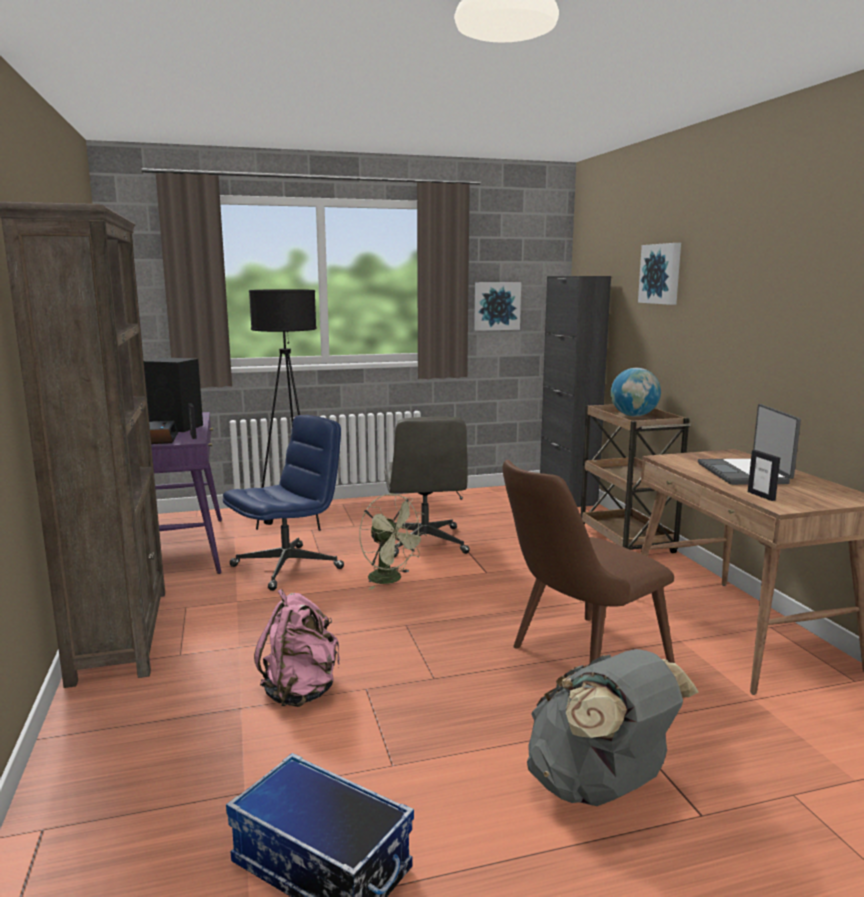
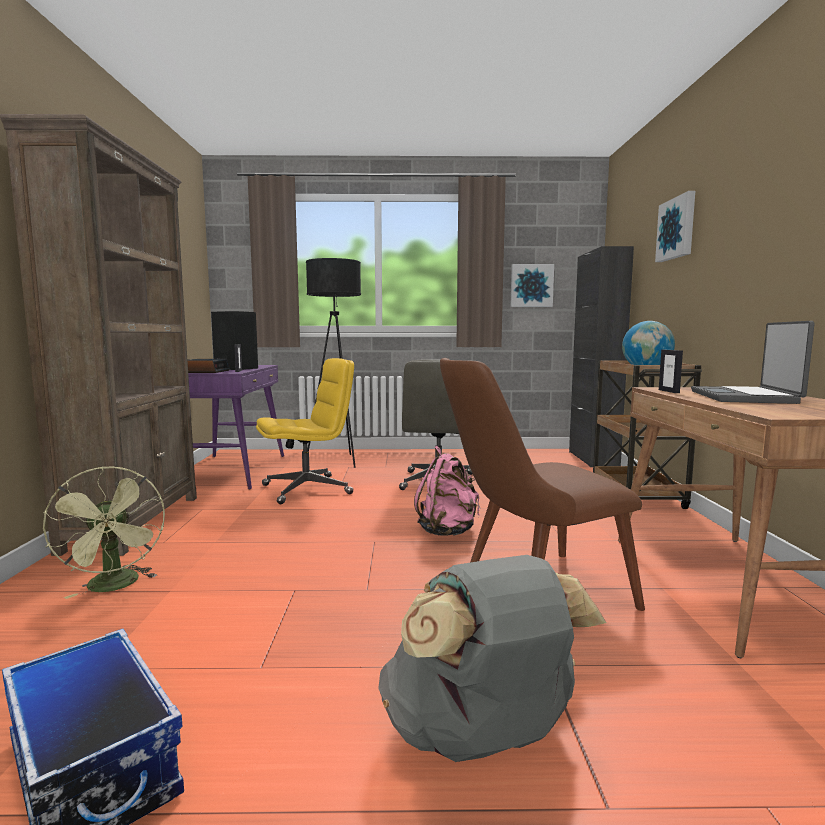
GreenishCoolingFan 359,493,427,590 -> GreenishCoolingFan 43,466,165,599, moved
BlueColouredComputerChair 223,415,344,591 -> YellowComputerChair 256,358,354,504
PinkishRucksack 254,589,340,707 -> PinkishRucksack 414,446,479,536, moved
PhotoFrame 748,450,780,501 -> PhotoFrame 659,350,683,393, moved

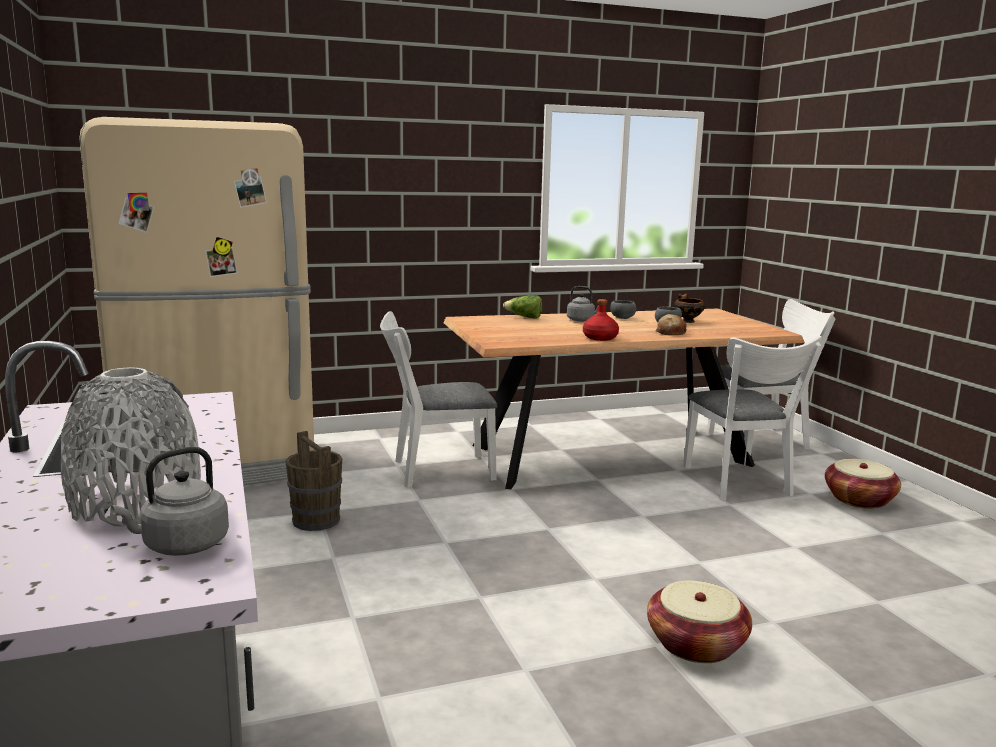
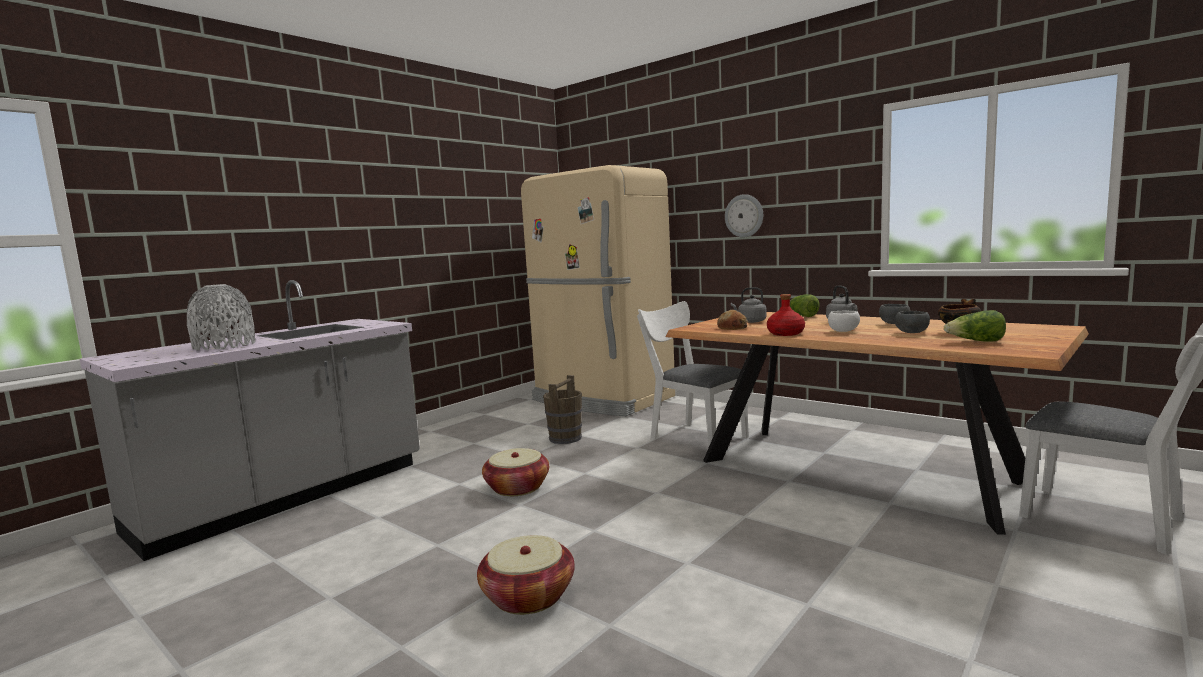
HouseholdBasket 825,459,901,509 -> HouseholdBasket 482,448,549,496, moved
Bread 655,314,686,335 -> Bread 717,310,748,330, moved
none -> ClockOnTheWall 725,194,763,237
GreyishKettle 111,447,229,556 -> GreyishKettle 731,287,767,323, moved
none -> WhiteDeepDish 828,310,860,332
none -> Lettuce 944,310,1006,341
WhiteUprightChair 683,336,822,501 -> none

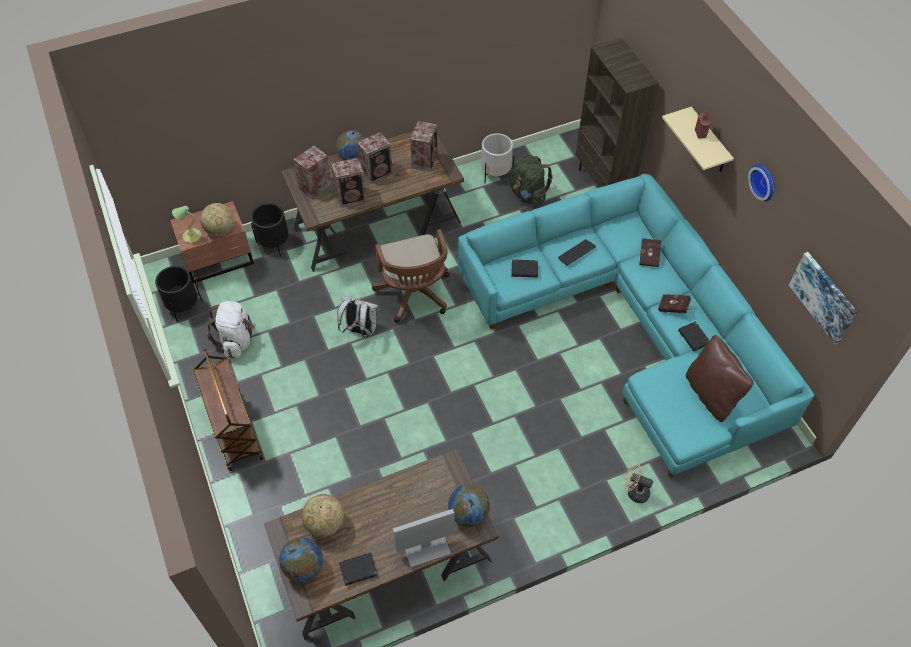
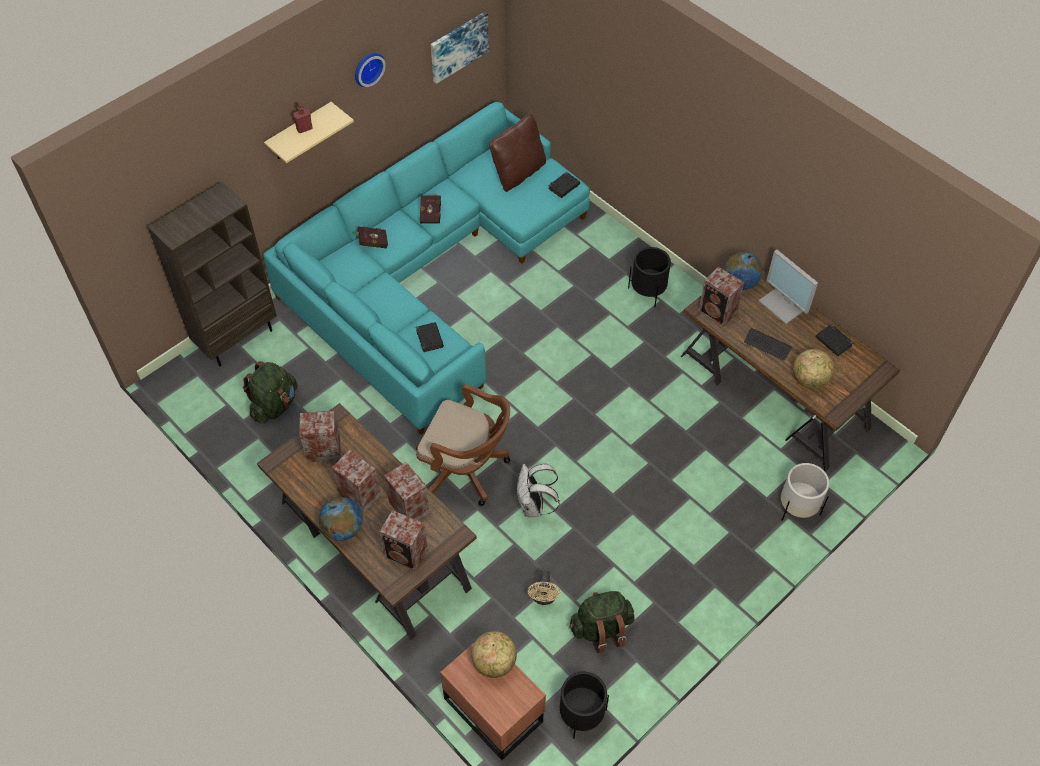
BrownColouredComputerChair 372,229,449,323 -> BrownColouredComputerChair 416,384,510,506, 60 degrees clockwise
BeigeColouredCoolingFan 624,463,653,503 -> BeigeColouredCoolingFan 528,570,560,605, moved
BlackColouredBoundBook 678,322,709,351 -> BlackColouredBoundBook 548,172,580,198, moved
WhiteRucksack 207,301,254,358 -> GreenishRucksack 569,591,635,653
BlackColouredPlanter 251,203,288,257 -> BlackColouredPlanter 628,247,671,308, moved
none -> Speaker 699,267,744,327
Keyboard 558,240,596,266 -> Keyboard 744,328,793,361, moved
WhitePlanter 481,133,514,183 -> WhitePlanter 781,463,829,521, moved
TableLamp 172,206,201,243 -> none
BrownColouredWheeledCart 193,349,263,471 -> none
WorldGlobe 279,537,323,582 -> none

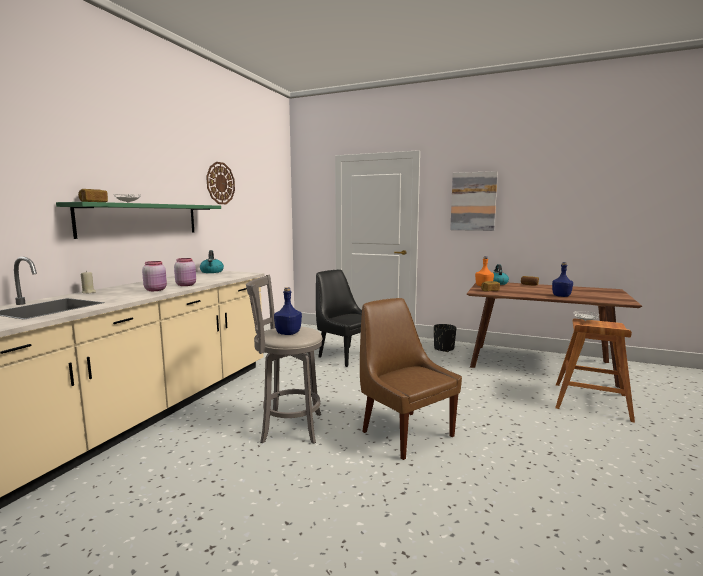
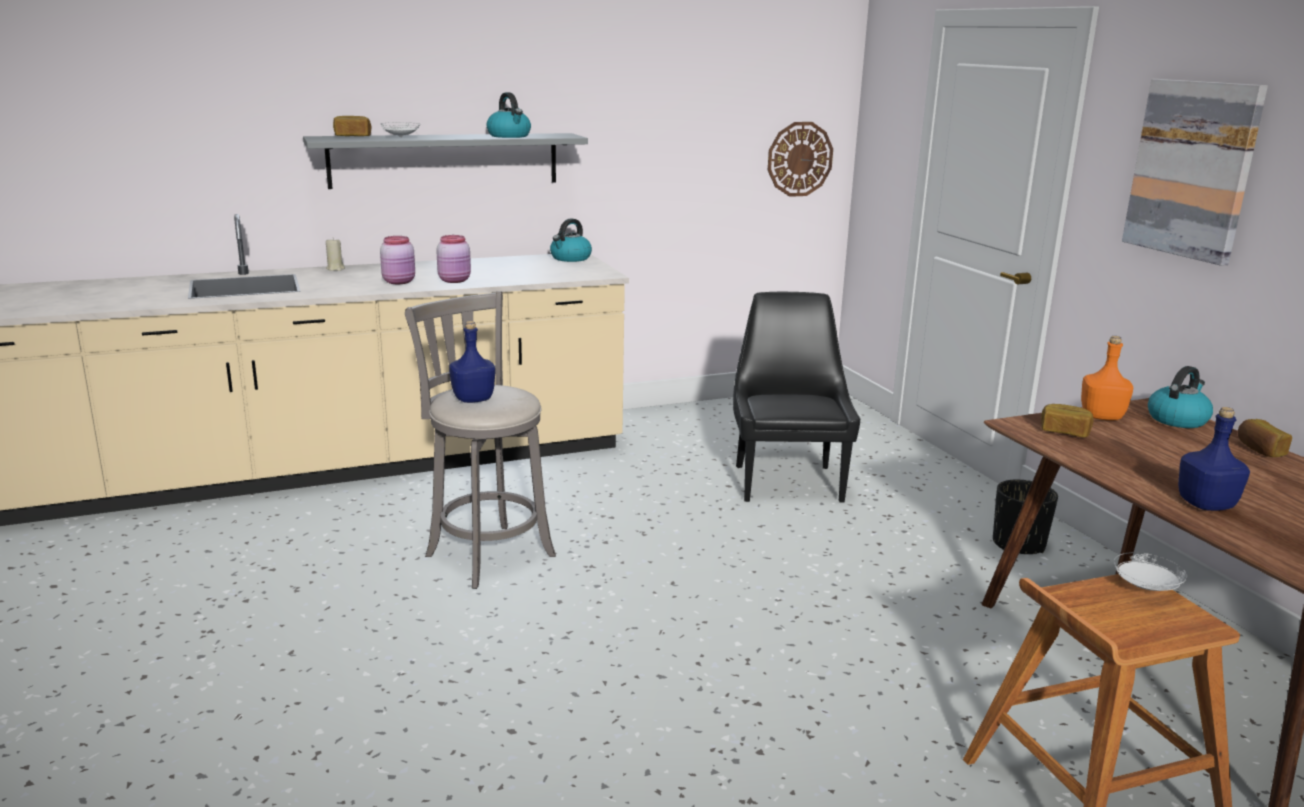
GreenishWallShelf 56,202,221,239 -> GreyishWallShelf 303,133,588,189
none -> Kettle 487,92,531,138
ClockOnTheWall 206,162,235,204 -> ClockOnTheWall 768,122,833,197, moved
BrownColouredUprightChair 360,298,462,460 -> none

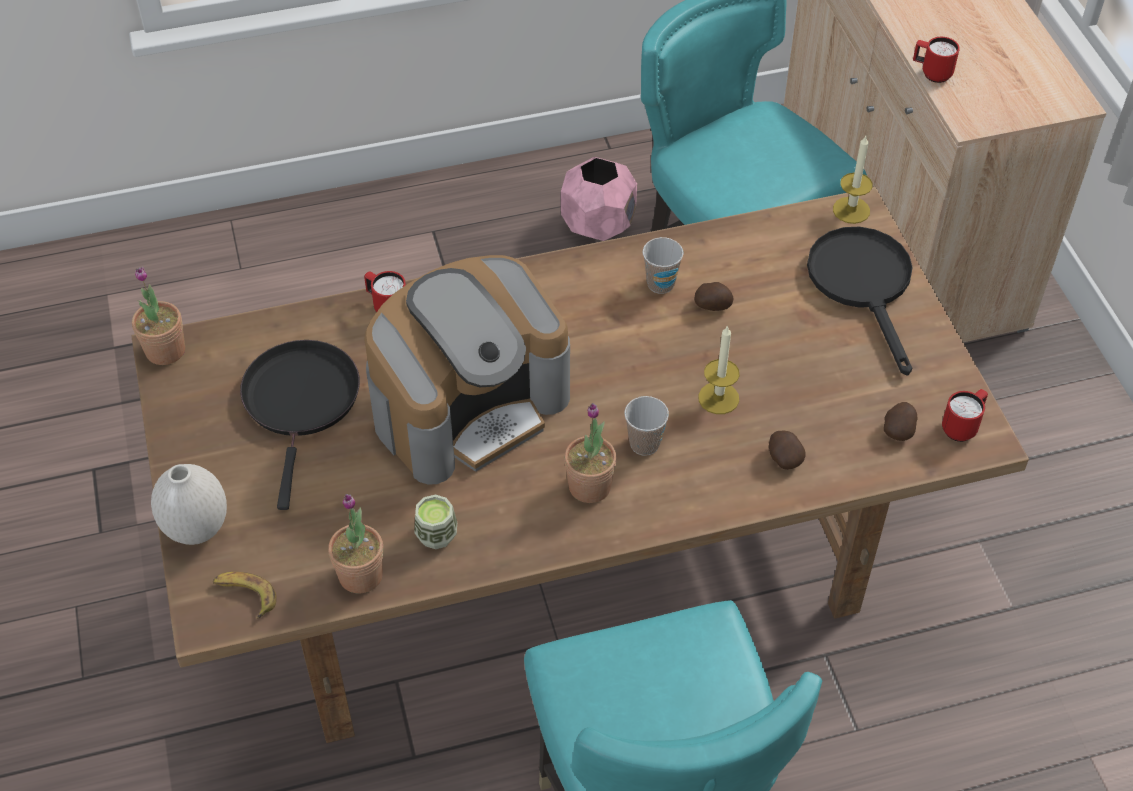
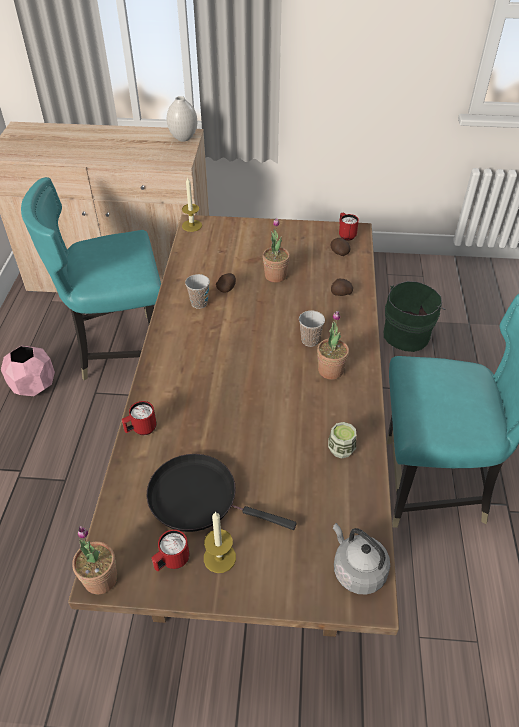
RedColouredCoffeeMug 913,37,960,83 -> RedColouredCoffeeMug 152,529,189,571, moved
WhiteDecorativeVase 151,464,227,545 -> WhiteDecorativeVase 167,96,197,142, moved
WaxLight 698,325,740,414 -> WaxLight 204,511,236,573, moved
PlantInAPot 328,494,383,594 -> PlantInAPot 263,218,290,283, moved
Banana 213,572,277,618 -> GreyishKettle 333,523,390,595
none -> GreenishBucket 384,281,445,352
CoffeeMachine 364,255,570,485 -> none
BlackColouredPan 807,227,913,376 -> none

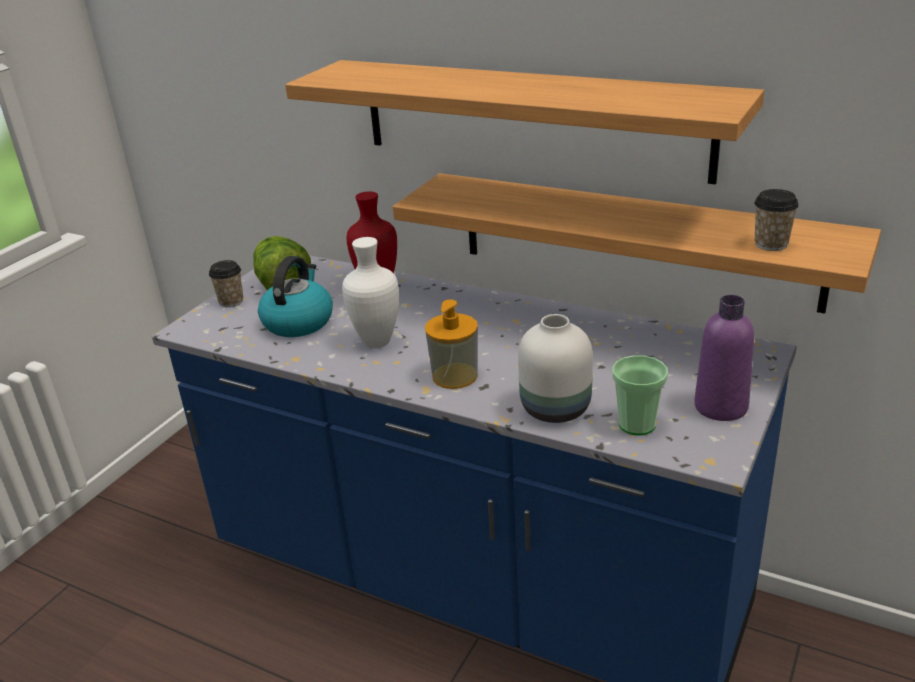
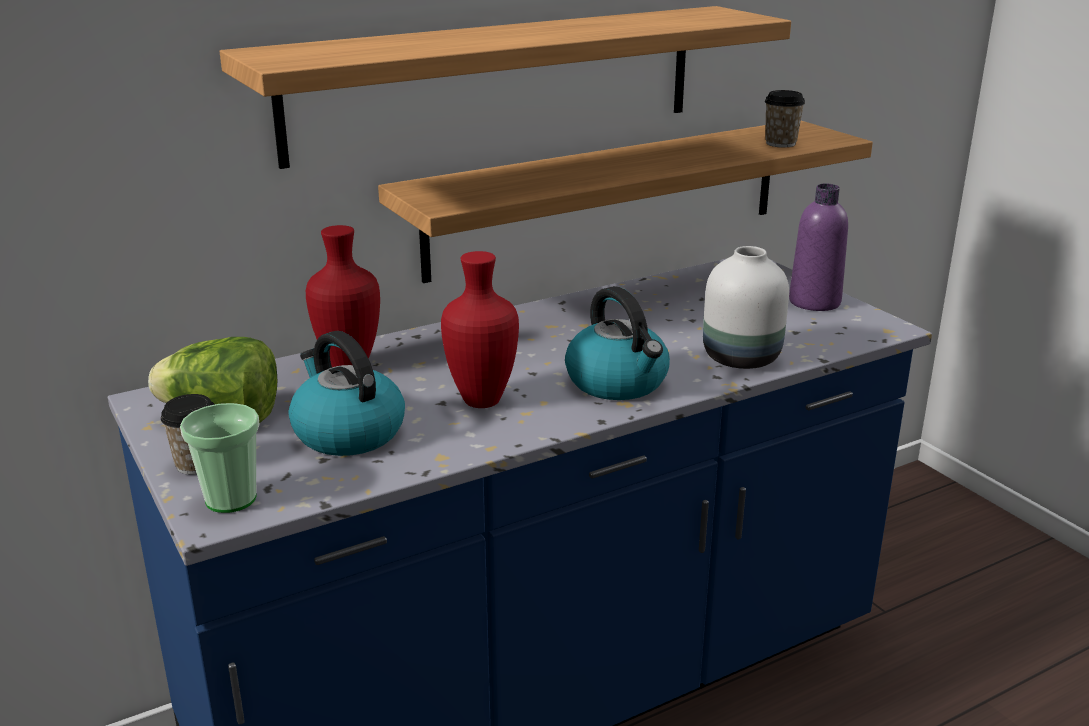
DrinkingCup 612,355,668,436 -> DrinkingCup 180,403,259,513, moved
WhiteDecorativeVase 342,237,399,348 -> RedColouredDecorativeVase 441,251,519,408
SoapBottle 425,299,478,389 -> Kettle 565,286,670,400

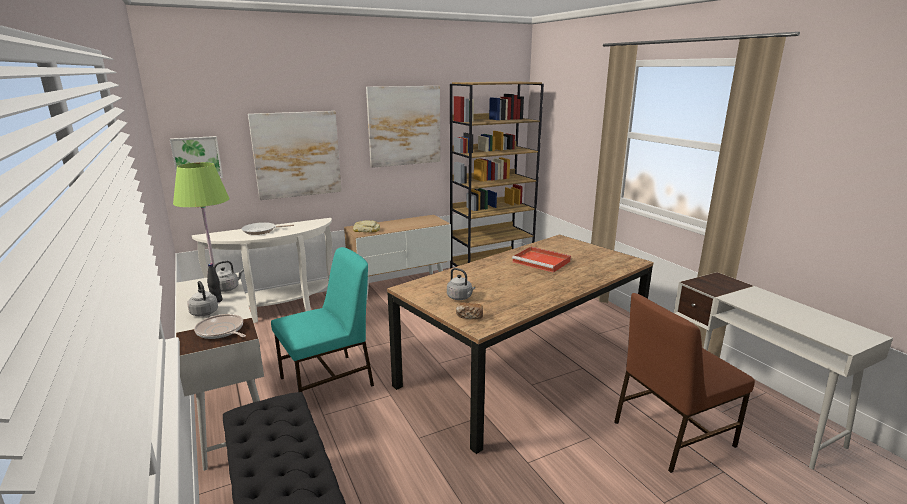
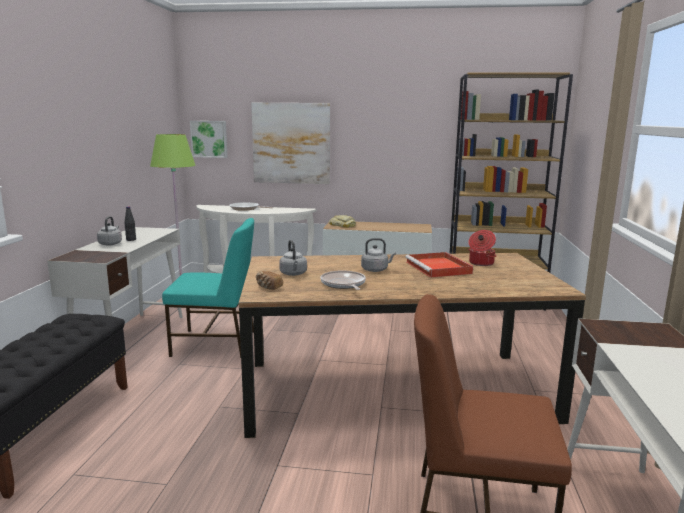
Pan 194,314,246,339 -> Pan 320,270,366,290, moved
GreyishKettle 214,261,244,292 -> GreyishKettle 361,238,396,272, moved
none -> Saucepot 468,230,496,266
WallArt 366,86,441,168 -> none

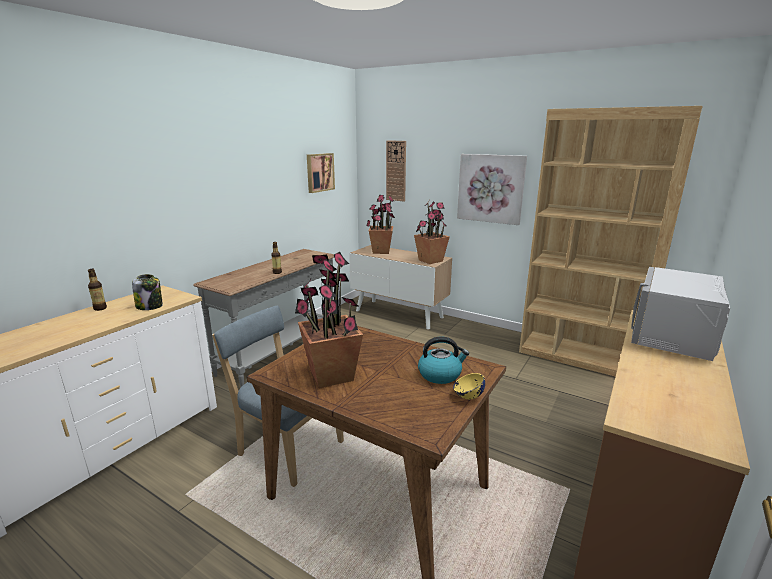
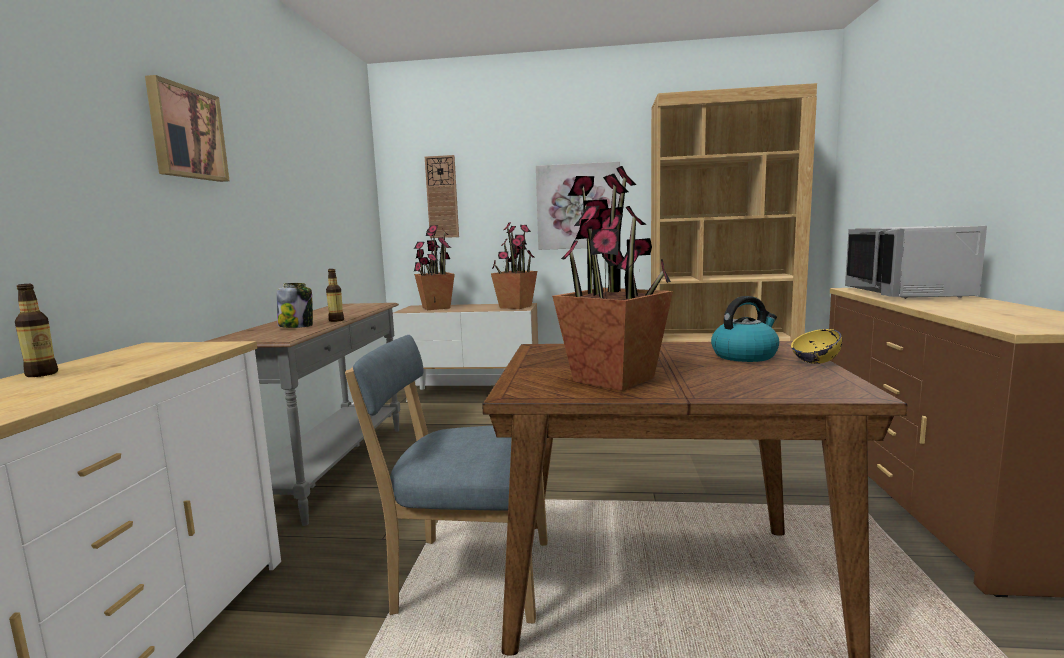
WallArt 307,153,335,193 -> WallArt 145,75,230,182, moved
Jar 132,274,163,310 -> Jar 277,283,313,328, moved

